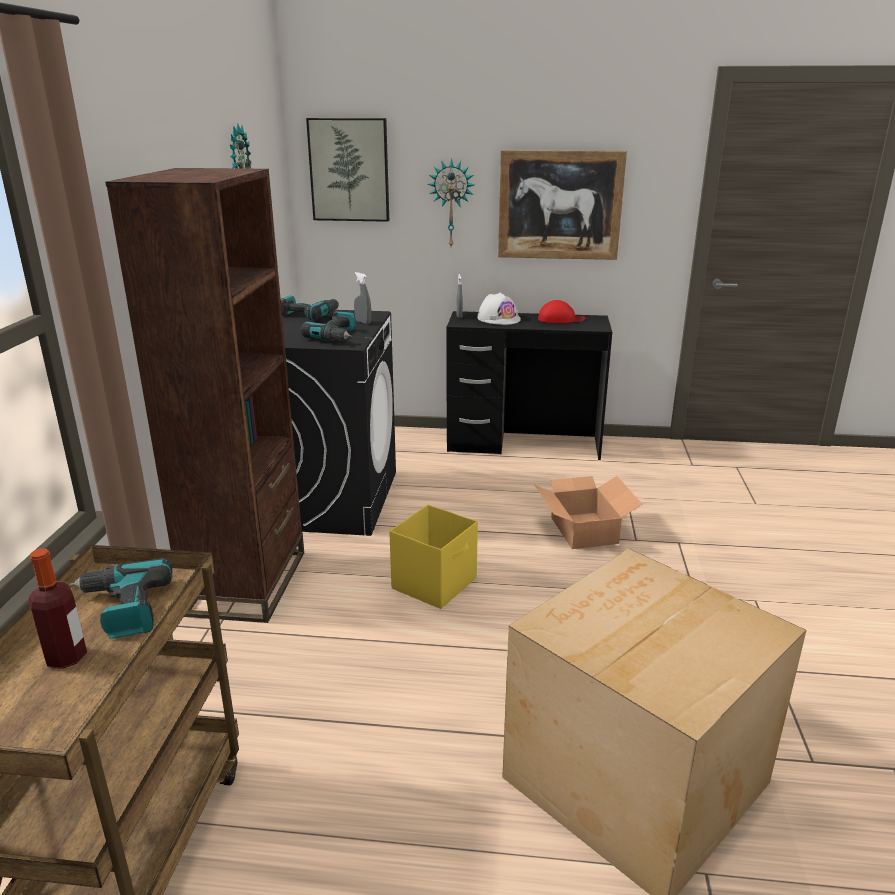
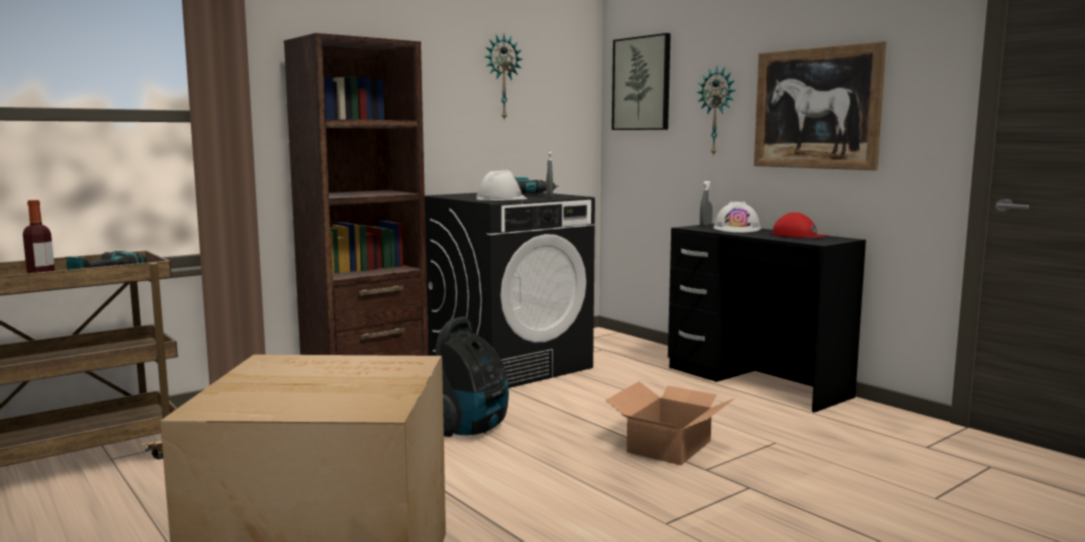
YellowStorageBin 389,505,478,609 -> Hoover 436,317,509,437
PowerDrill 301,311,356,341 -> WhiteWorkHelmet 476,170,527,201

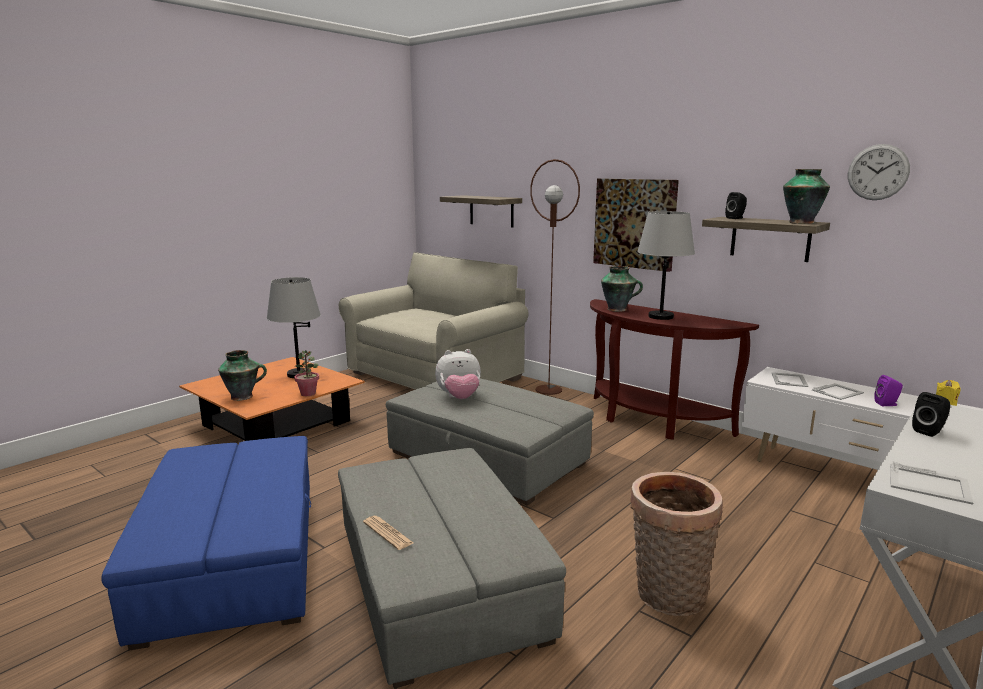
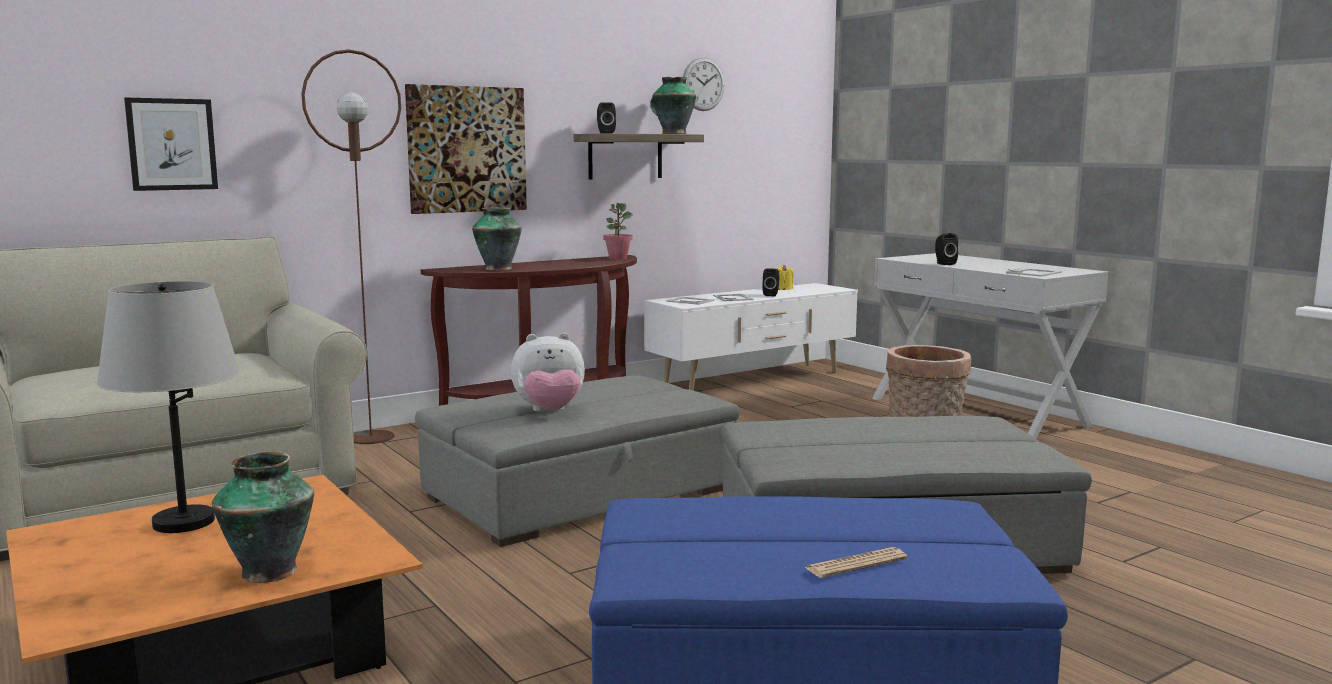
WallShelf 440,195,522,228 -> WallArt 124,97,218,191
PlushToy 435,349,481,399 -> PlushToy 511,333,585,412, 75 degrees clockwise
PlantInAPot 294,350,319,396 -> PlantInAPot 603,203,633,260, moved
PurpleColouredSpeaker 874,375,903,406 -> BlackColouredSpeaker 762,268,779,296
PrintedPaper 363,516,413,550 -> PrintedPaper 805,547,907,578, moved
GreyishTableLamp 637,211,695,320 -> none

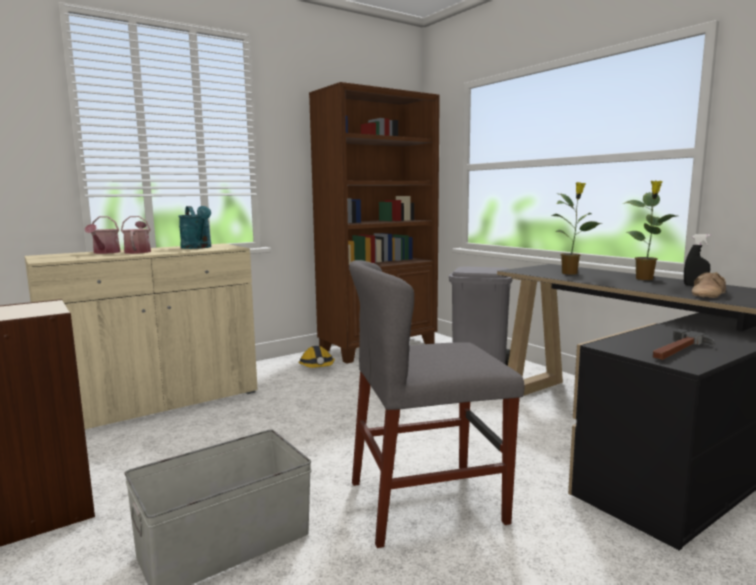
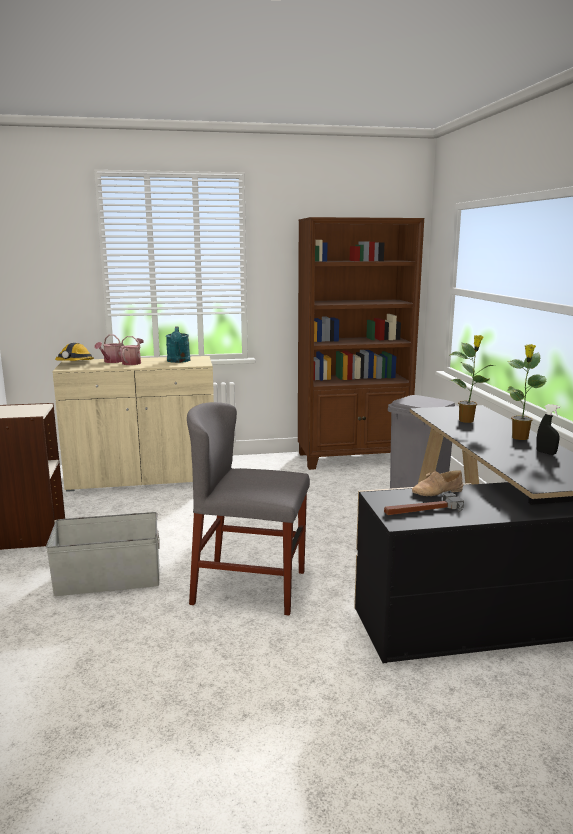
WorkHelmet 298,346,335,368 -> WorkHelmet 55,343,94,361, moved
BeigeColouredShoe 692,272,726,298 -> BeigeColouredShoe 412,470,463,496, moved

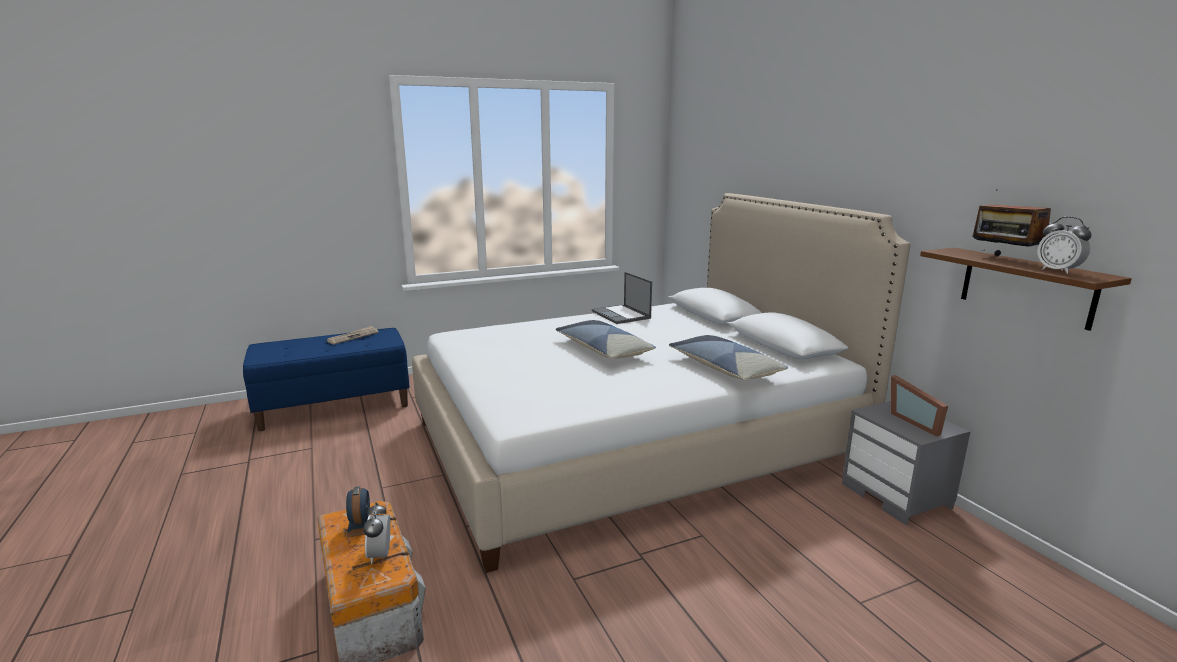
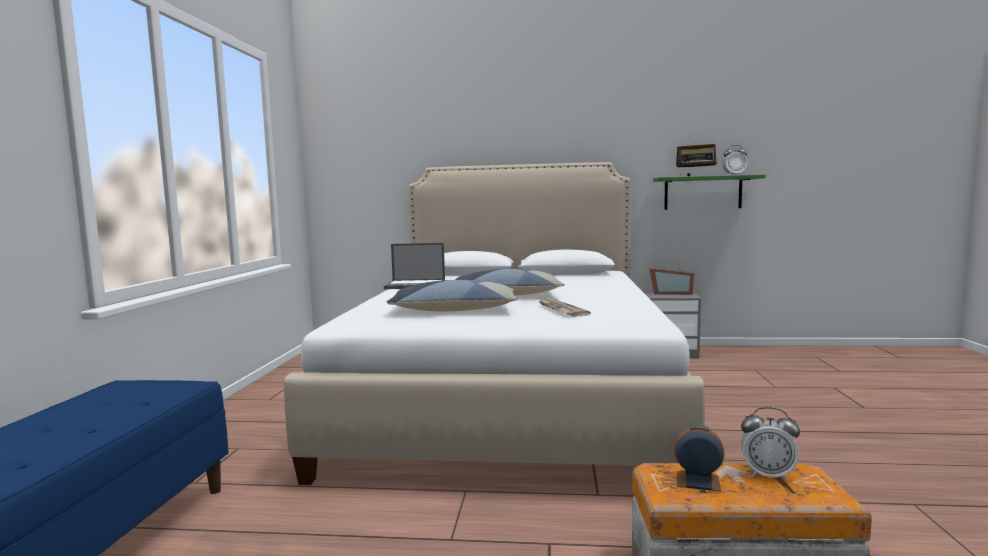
Pillow 669,335,788,380 -> Pillow 387,280,518,311, moved
PrintedPaper 327,326,379,345 -> PrintedPaper 539,299,591,317, moved
BrownColouredWallShelf 920,248,1132,331 -> GreenishWallShelf 653,175,766,210

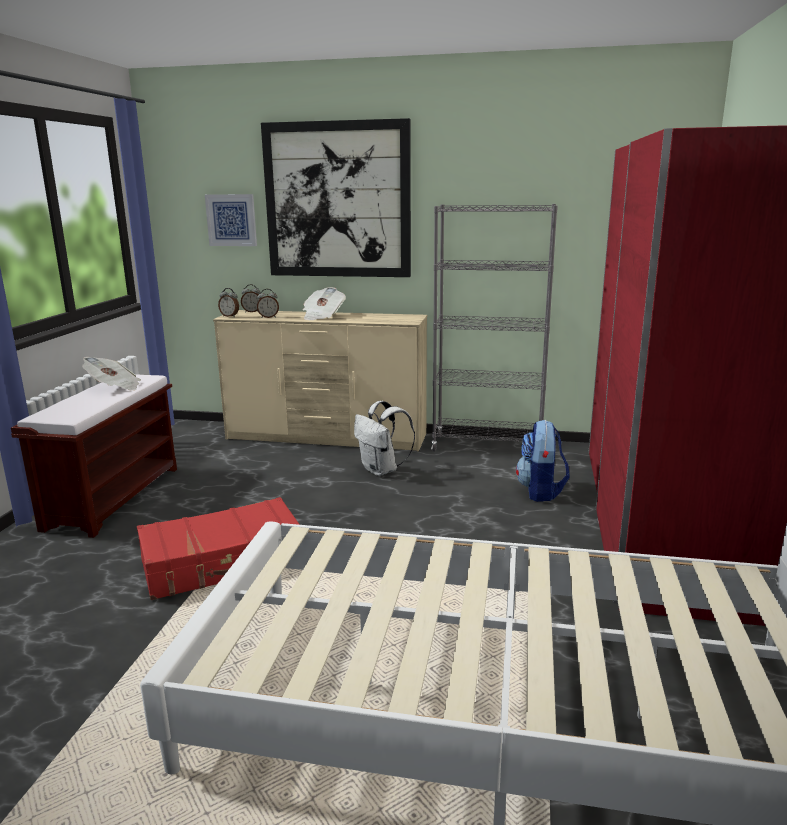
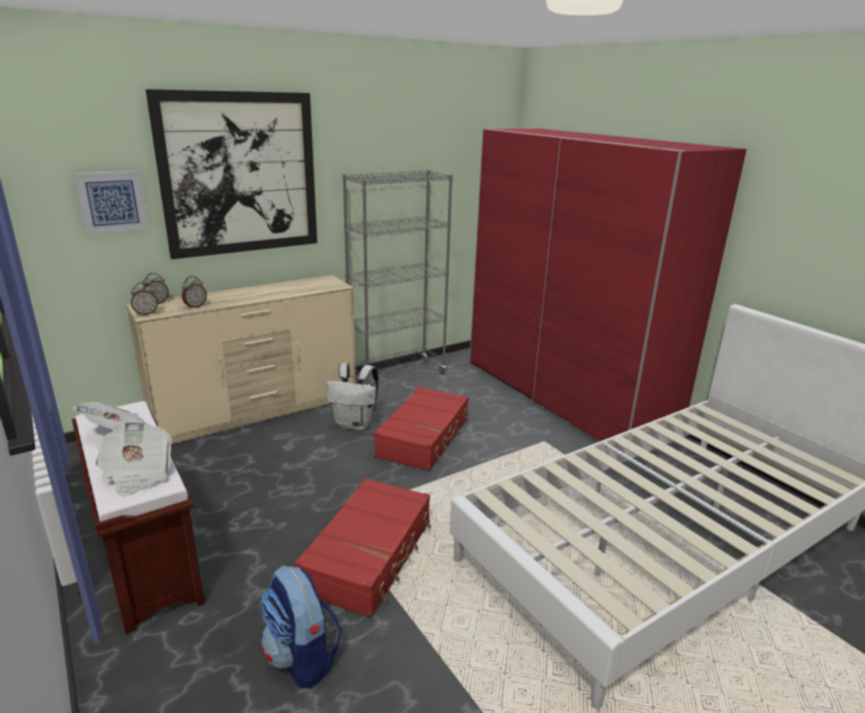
PrintedPaper 303,287,346,320 -> PrintedPaper 96,420,172,497, moved
Rucksack 516,420,570,502 -> Rucksack 261,565,341,688, moved
none -> RedColouredTravelCase 374,386,469,471

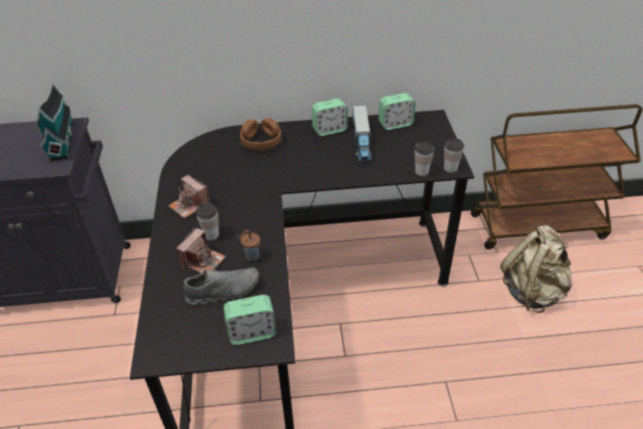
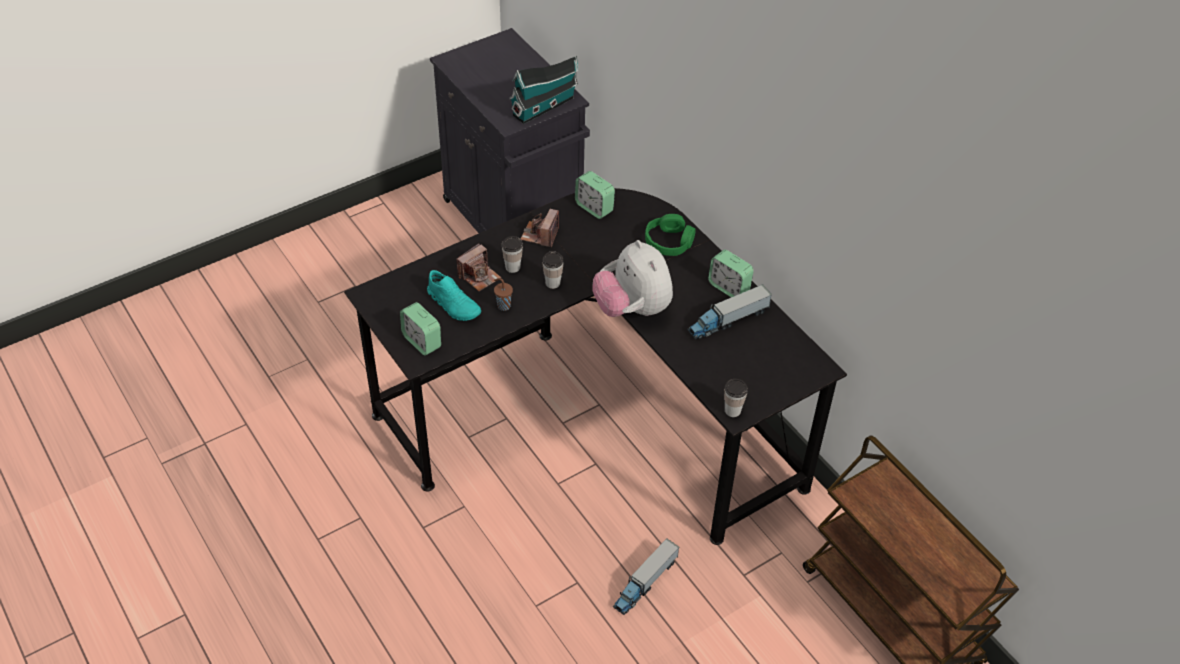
GreyishShoe 183,268,259,305 -> TurquoiseColouredShoe 427,270,481,321
PhotoCamera 176,228,226,273 -> PhotoCamera 456,243,501,291, 45 degrees counterclockwise
DrinkingCup 415,142,435,176 -> DrinkingCup 542,251,563,289, moved
BedsideClock 379,93,415,130 -> BedsideClock 575,171,615,219, moved
none -> PlushToy 592,240,673,317
none -> ToyTruck 613,538,679,615
BrownColouredHeadphones 240,118,282,150 -> GreenishHeadphones 645,214,696,256
BeigeColouredRucksack 500,225,572,313 -> none

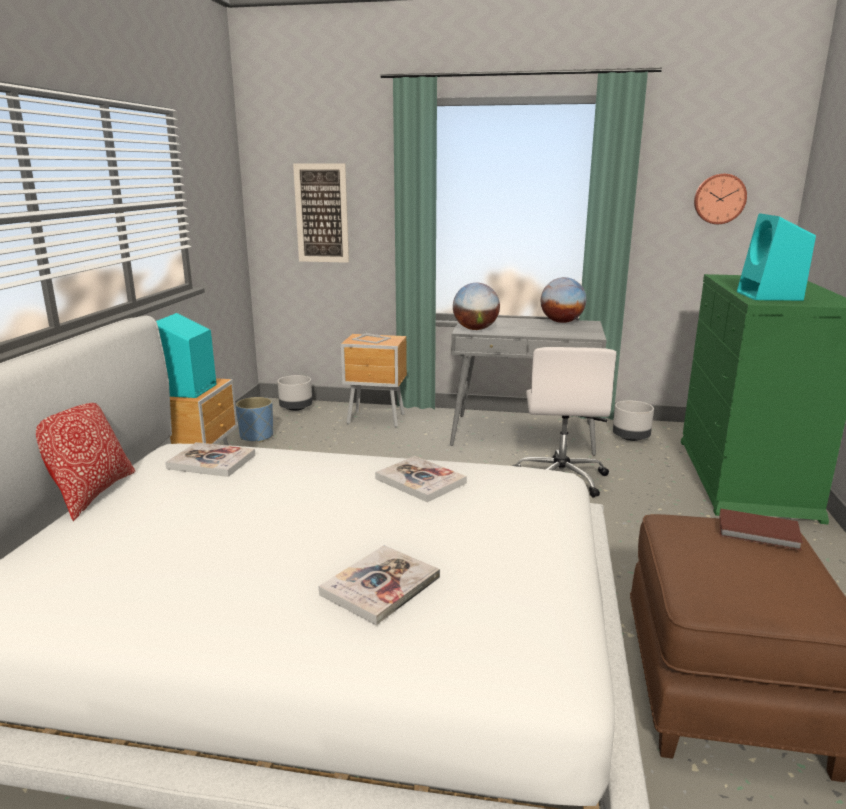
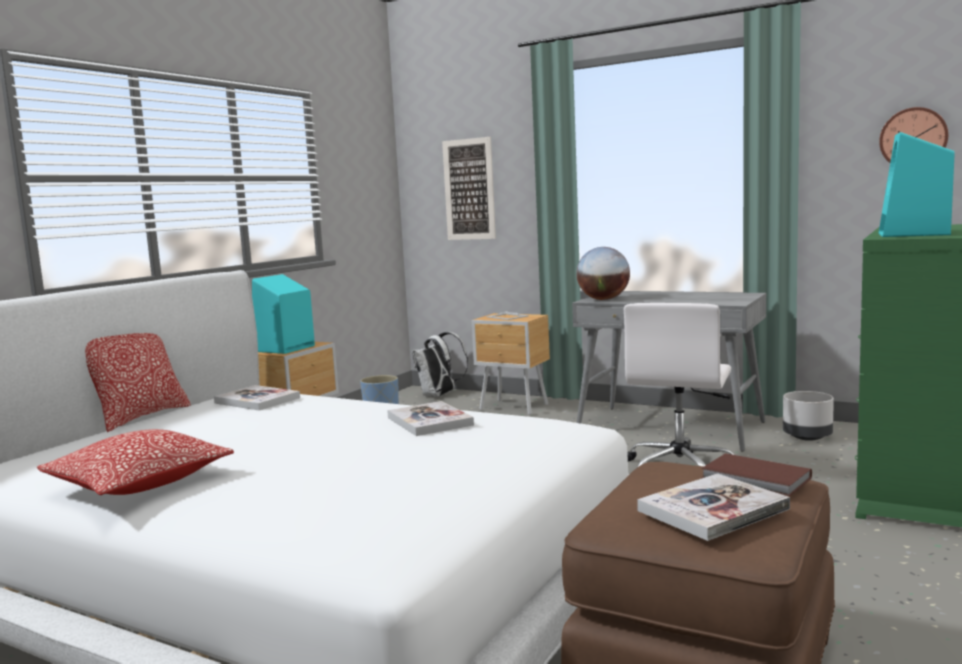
none -> Pillow 37,429,234,495
GreyishPlanter 278,375,312,411 -> WhiteRucksack 412,332,468,397
BoundBook 319,545,440,625 -> BoundBook 637,473,790,541, moved
WorldGlobe 541,277,587,323 -> none

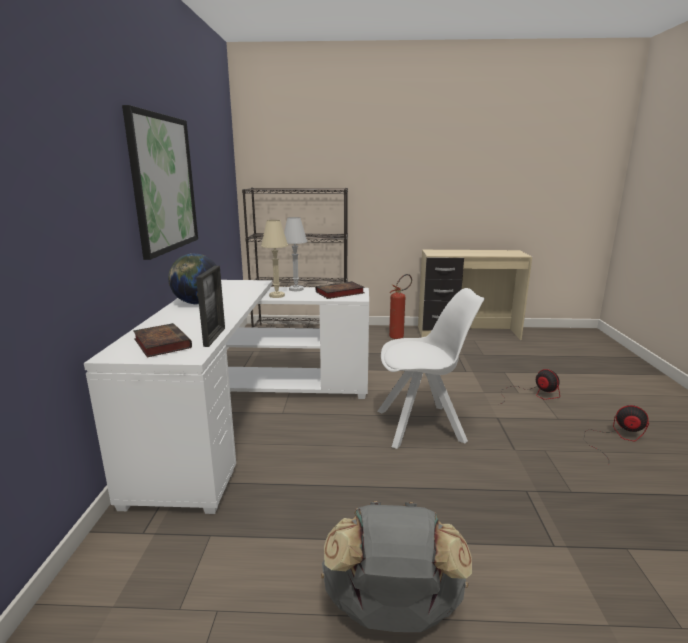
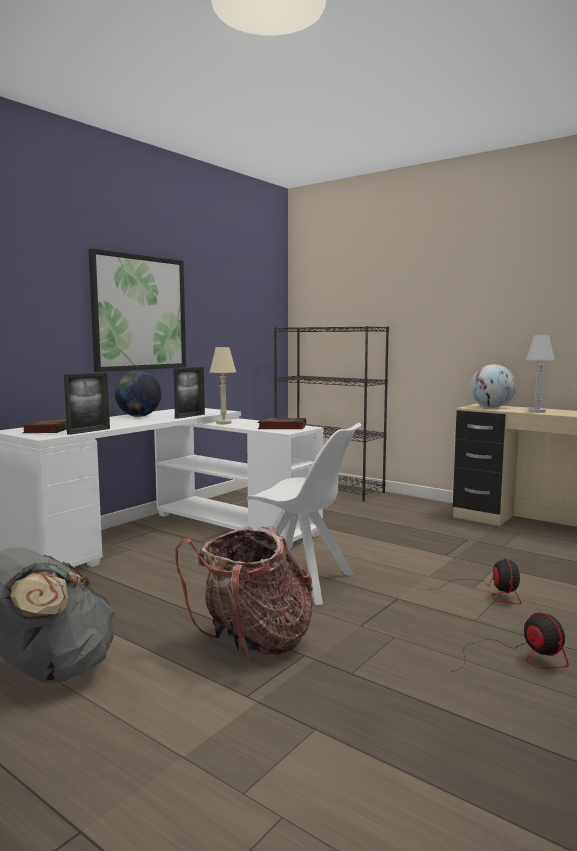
none -> PhotoFrame 173,367,205,419
none -> Rucksack 175,526,313,659
none -> WorldGlobe 471,364,516,408
WhiteTableLamp 284,217,307,291 -> WhiteTableLamp 526,335,555,413, moved
Extinguisher 389,274,412,339 -> none

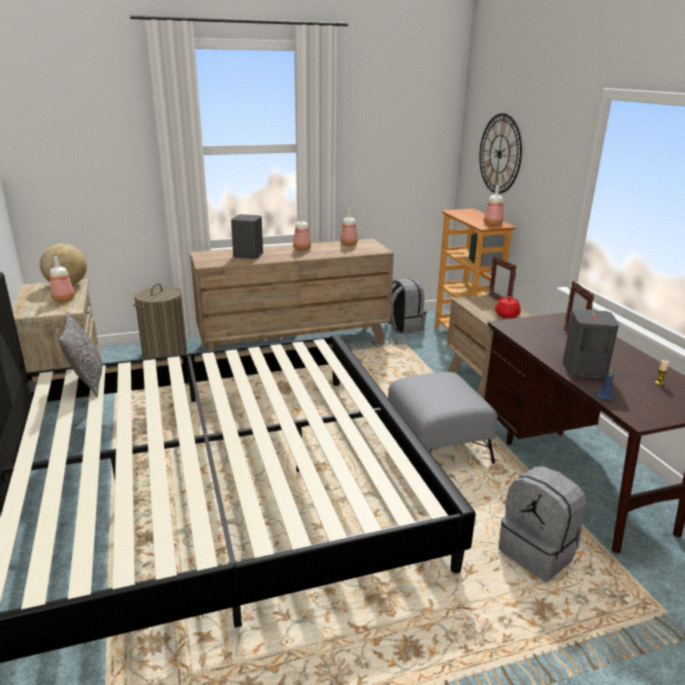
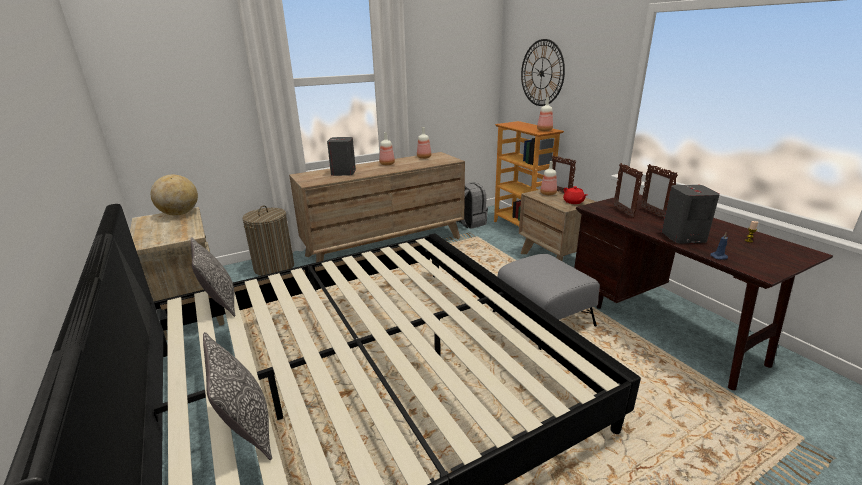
none -> Pillow 203,332,272,460
Bottle 50,256,75,302 -> Bottle 540,161,557,196, moved
none -> PhotoFrame 614,163,643,218
GreyishRucksack 499,466,586,581 -> none

